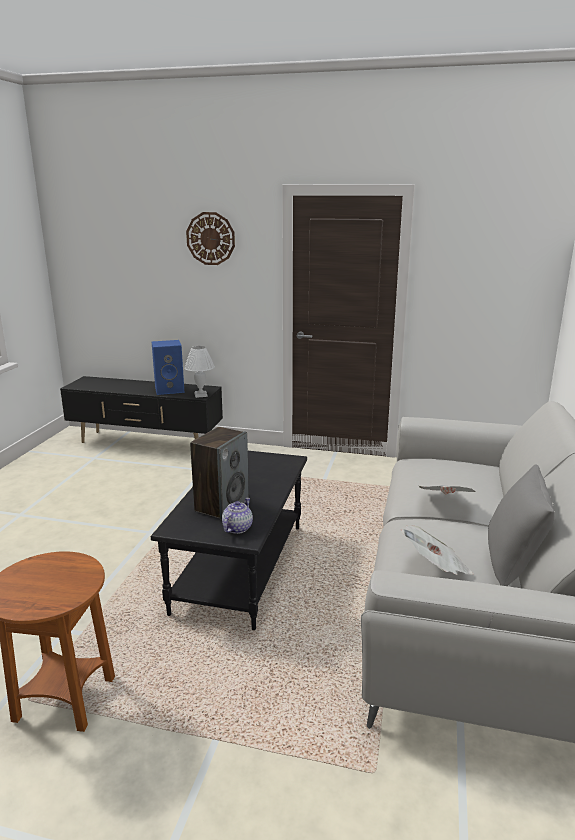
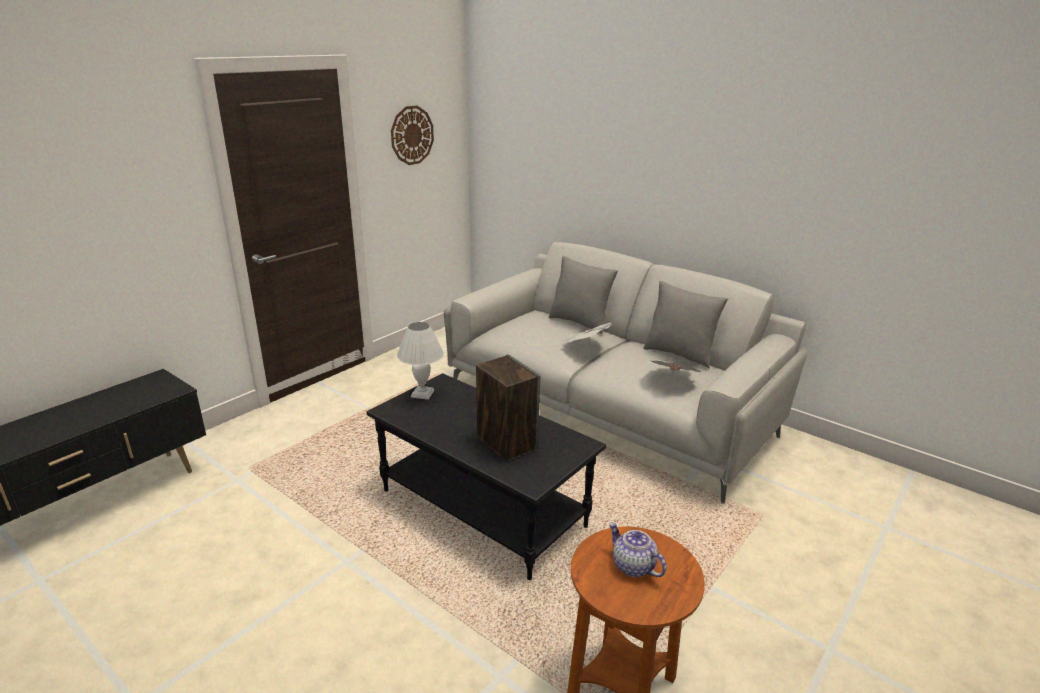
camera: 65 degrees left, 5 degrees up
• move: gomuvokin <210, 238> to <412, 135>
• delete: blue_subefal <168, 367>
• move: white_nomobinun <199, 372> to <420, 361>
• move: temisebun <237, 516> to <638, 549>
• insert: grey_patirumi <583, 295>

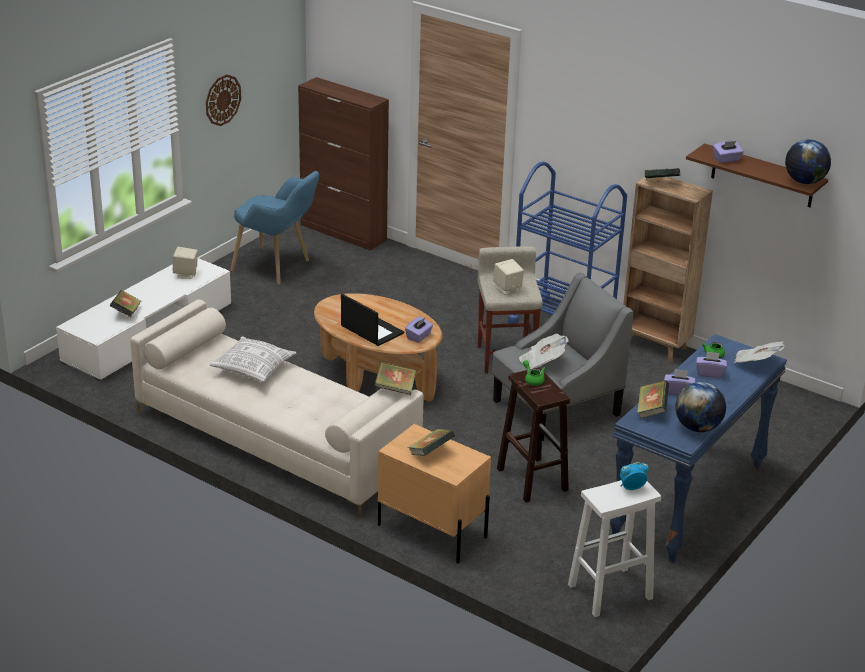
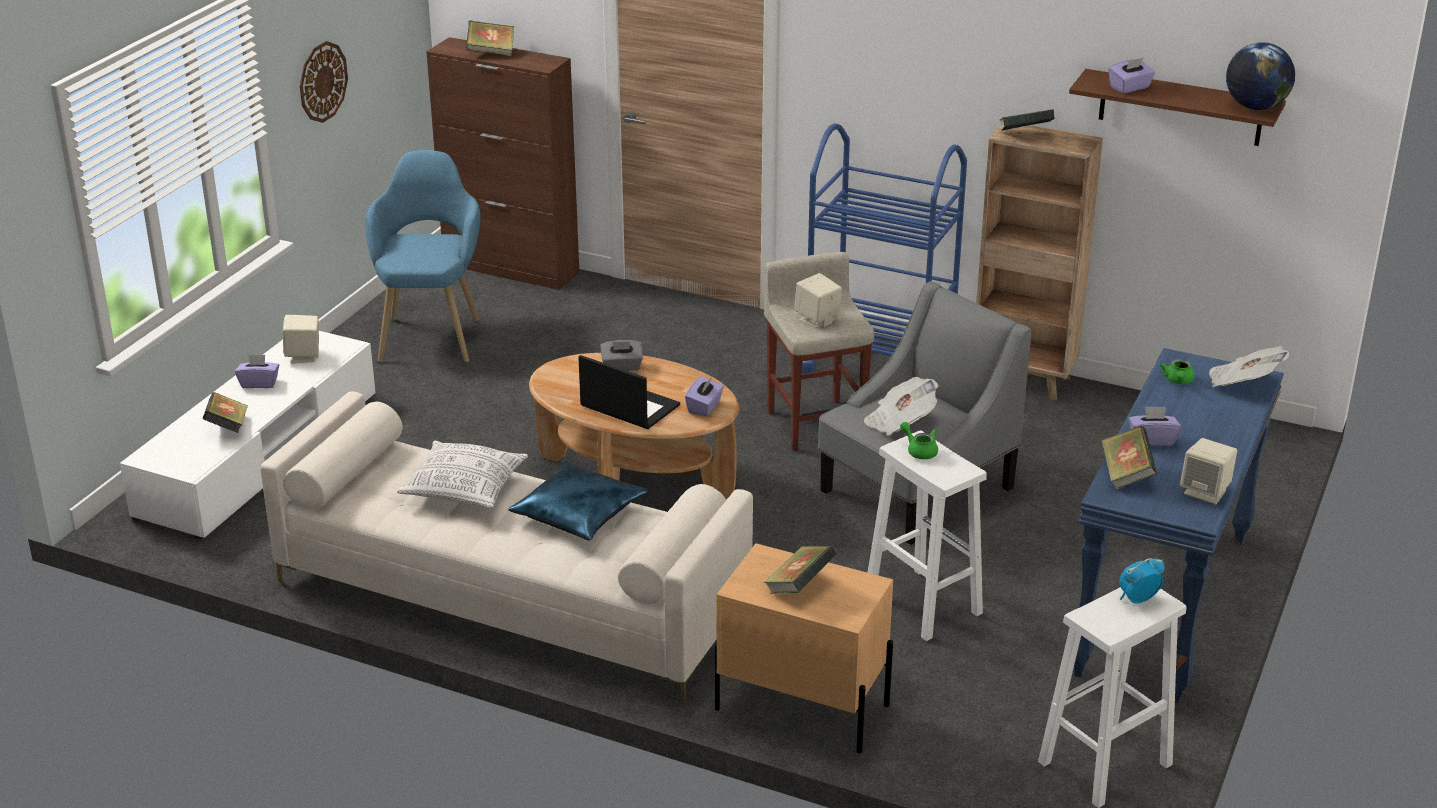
camera: 10 degrees left, 0 degrees up
• rotate: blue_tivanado <274, 228> = <423, 256> 105 degrees counterclockwise
• move: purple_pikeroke <711, 364> to <257, 371>
• move: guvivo <395, 378> to <490, 38>
• recolor: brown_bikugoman <533, 435> to white_bikugoman <927, 535>
• replace: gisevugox <700, 407> to beige_subefal <1208, 471>
• insert: grey_pikeroke <621, 355>
• insert: blue_patirumi <578, 500>

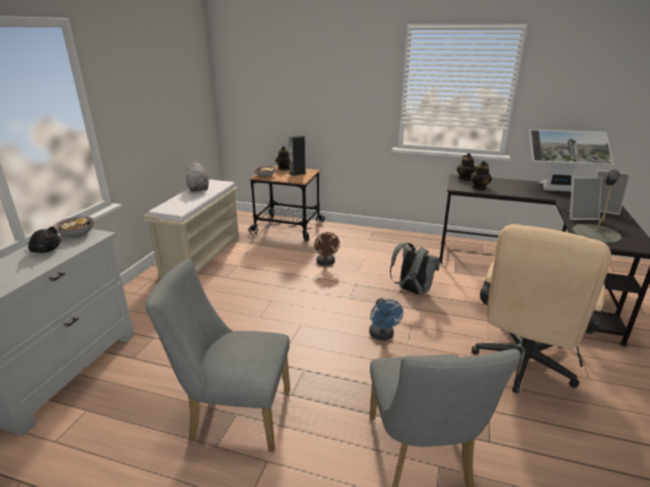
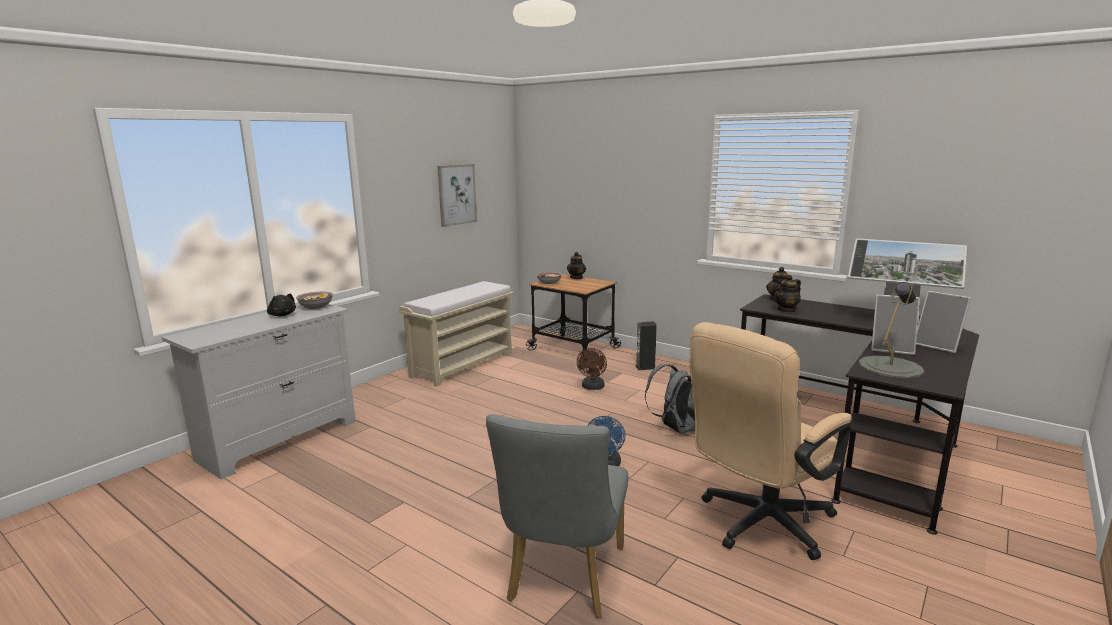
camera: 20 degrees right, 10 degrees down
• move: subefal <297, 155> to <646, 345>
• delete: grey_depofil <197, 176>
• delete: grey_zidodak <217, 355>
• insert: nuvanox <457, 195>

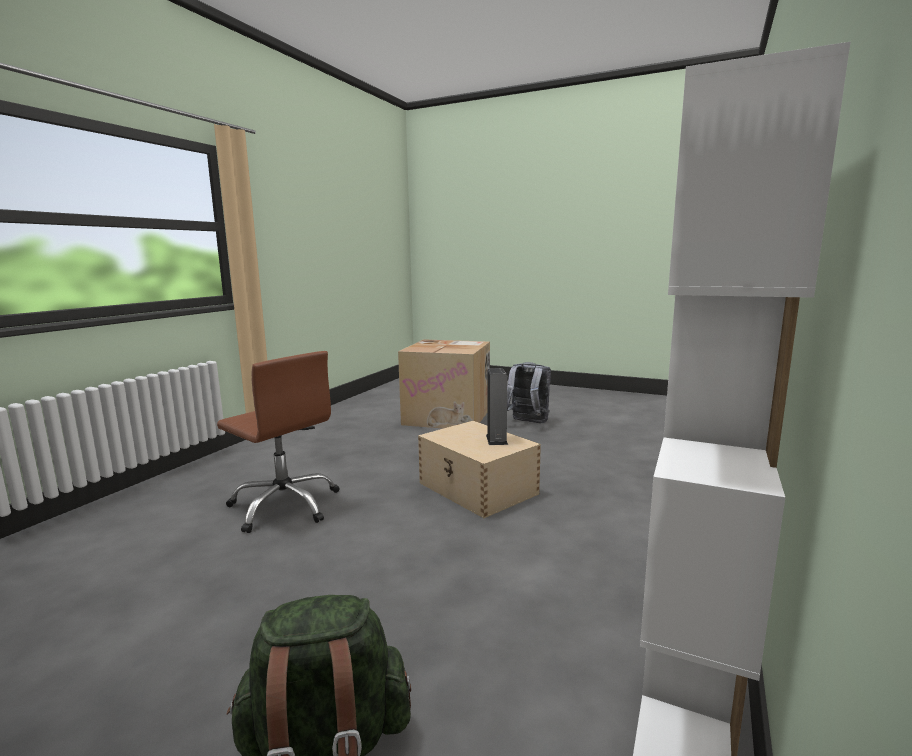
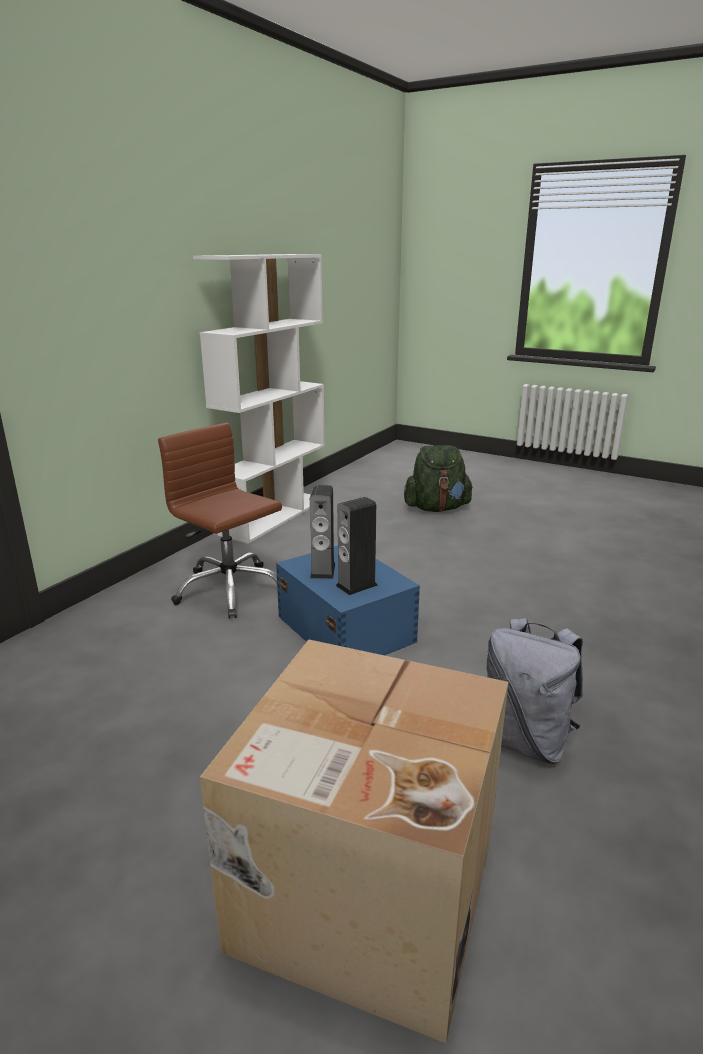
camera: 175 degrees left, 10 degrees up
• move: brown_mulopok <278, 442> to <220, 521>
• move: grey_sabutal <529, 392> to <535, 691>
• recolor: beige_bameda <479, 469> to blue_bameda <348, 600>
• insert: subefal <357, 546>

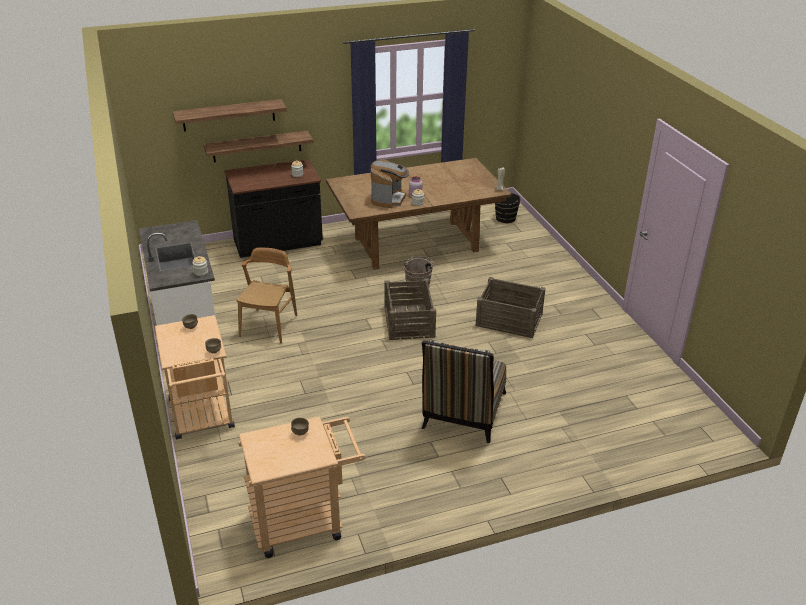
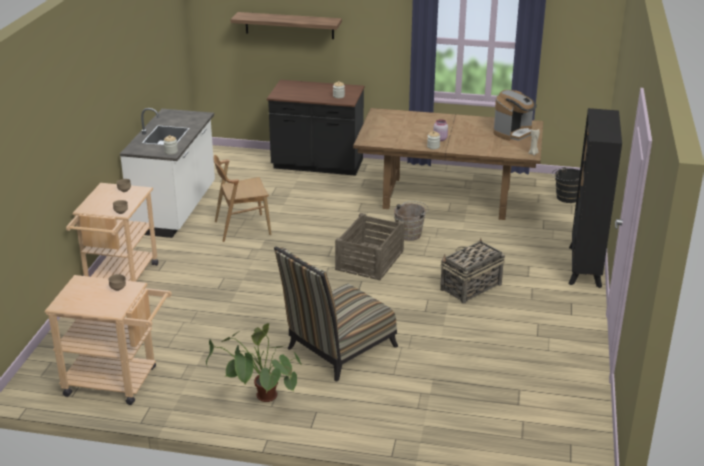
camera: 30 degrees right, 5 degrees down
• delete: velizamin <258, 146>
• move: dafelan <390, 183> to <515, 115>
• rotate: brown_zidodak <266, 295> = <242, 198> 150 degrees counterclockwise
• replace: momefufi <510, 307> to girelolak <472, 271>
• insert: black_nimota <595, 198>
• insert: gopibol <254, 362>

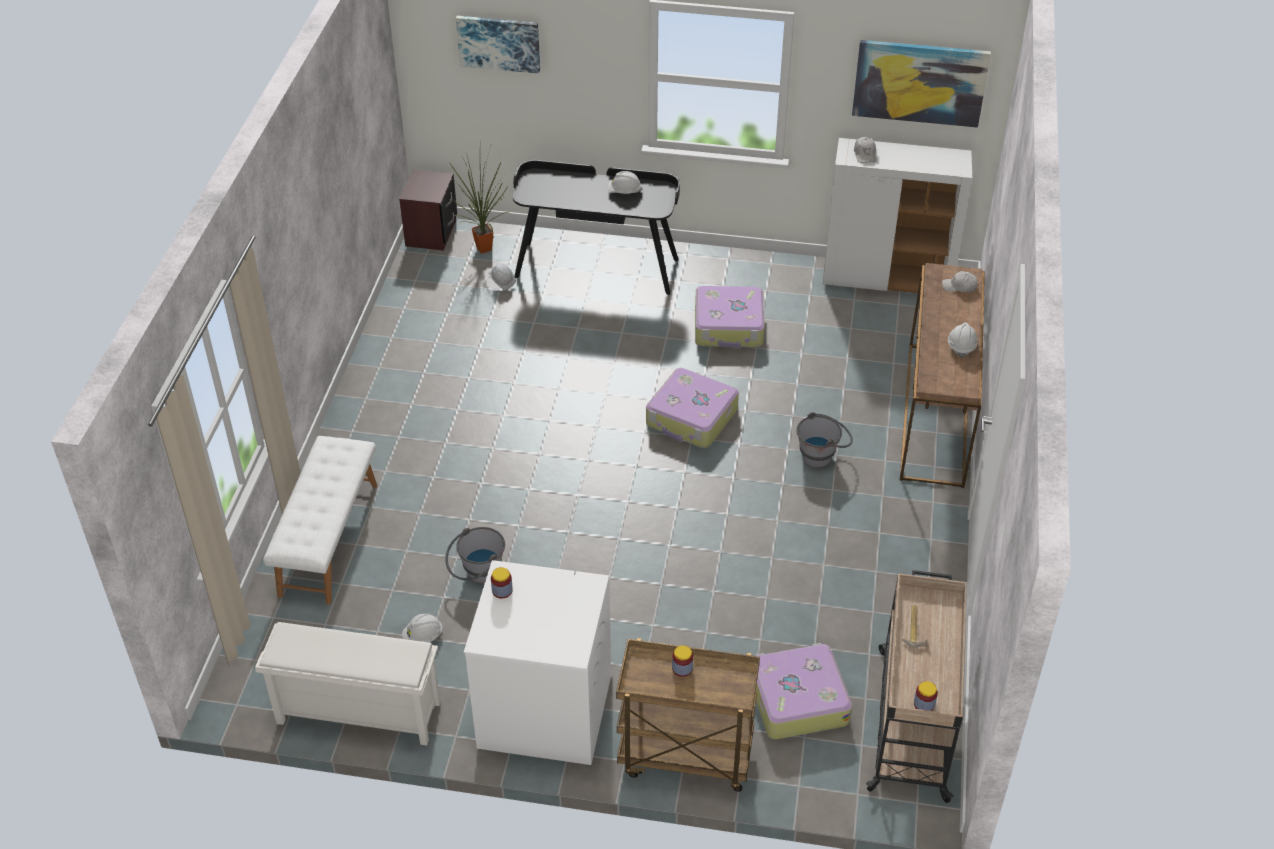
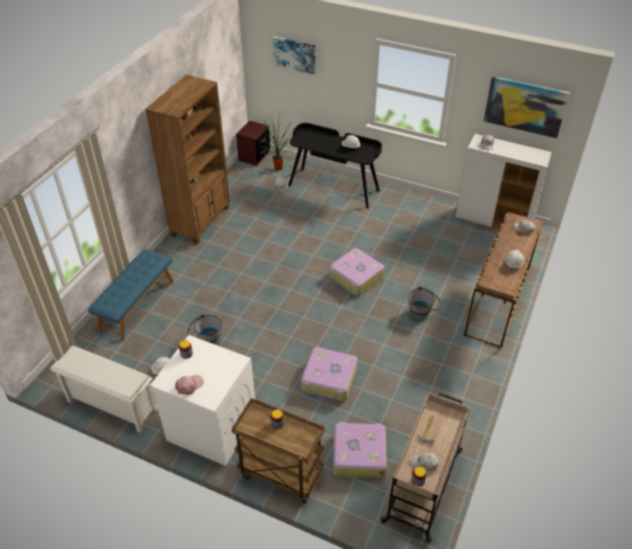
camera: 15 degrees right, 0 degrees up
• move: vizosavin <730, 317> to <329, 374>
• recolor: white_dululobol <320, 520> to blue_dululobol <131, 295>
• insert: brown_nimota <187, 160>
• insert: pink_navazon <189, 385>
• insert: white_navazon <425, 461>

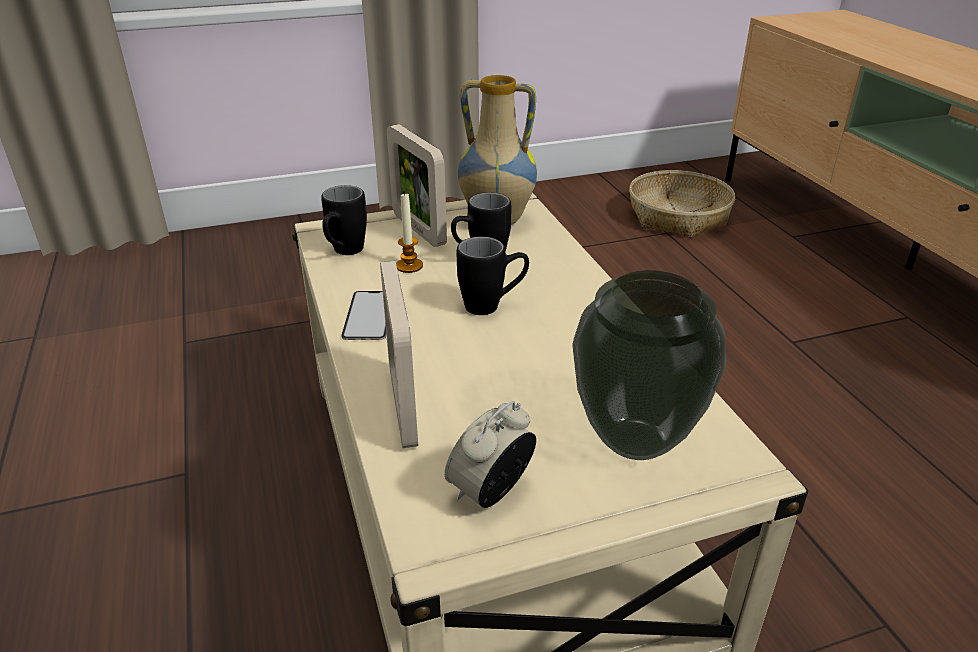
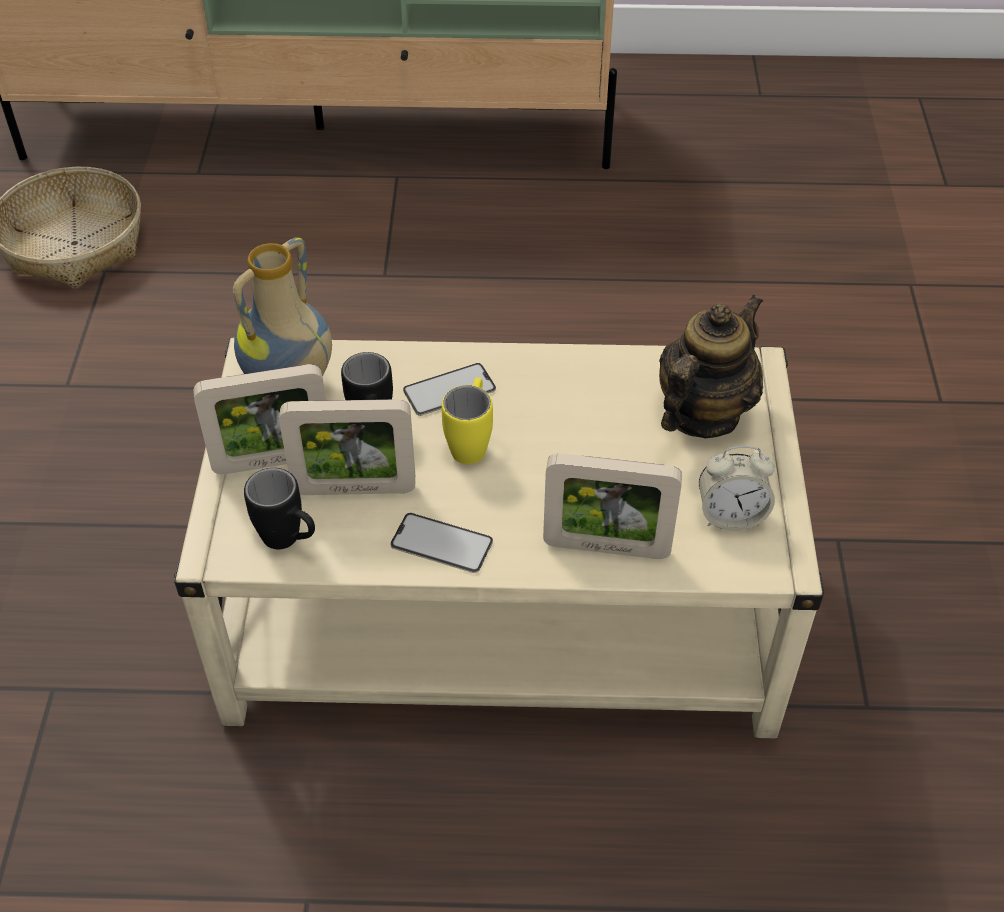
camera: 70 degrees left, 15 degrees up
• replace: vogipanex <409, 232> to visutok <347, 447>
• recolor: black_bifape <493, 275> to yellow_bifape <467, 420>
• replace: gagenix <649, 365> to temisebun <711, 366>
• rotate: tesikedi <490, 454> = <737, 488> 60 degrees counterclockwise
• insert: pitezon <449, 389>

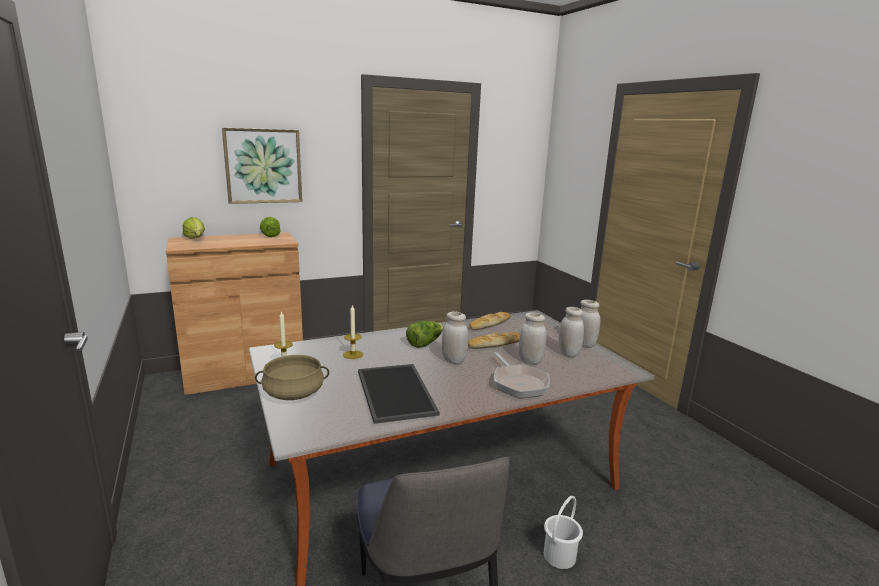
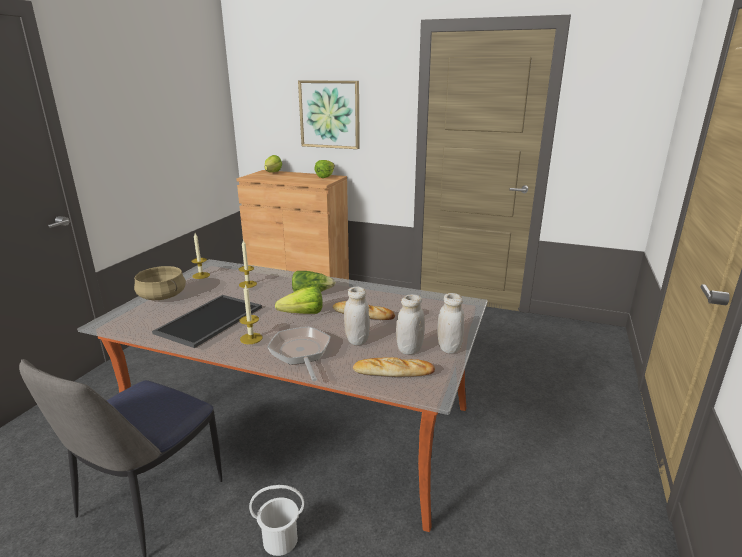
camera: 45 degrees right, 5 degrees up
• replace: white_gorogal <455, 337> to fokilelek <299, 300>
• move: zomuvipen <489, 321> to <394, 367>
• rotate: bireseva <522, 375> = <299, 354> 135 degrees clockwise
• insert: vogipanex <251, 314>

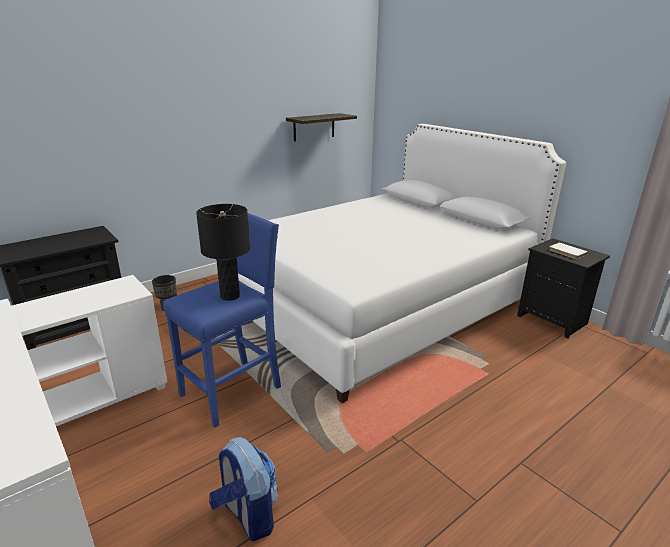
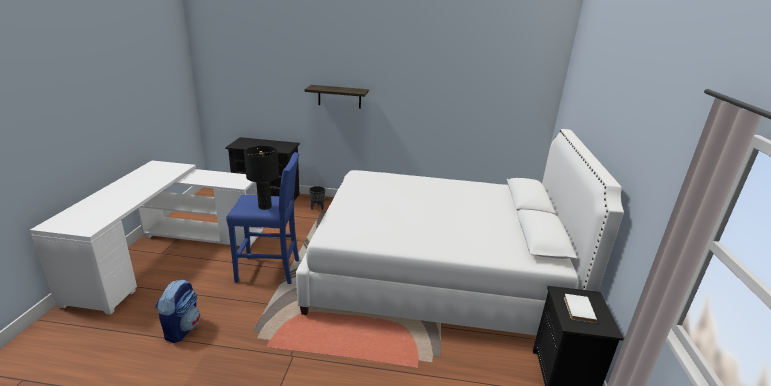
camera: 45 degrees right, 0 degrees up
• move: velizamin <321, 127> to <336, 97>

